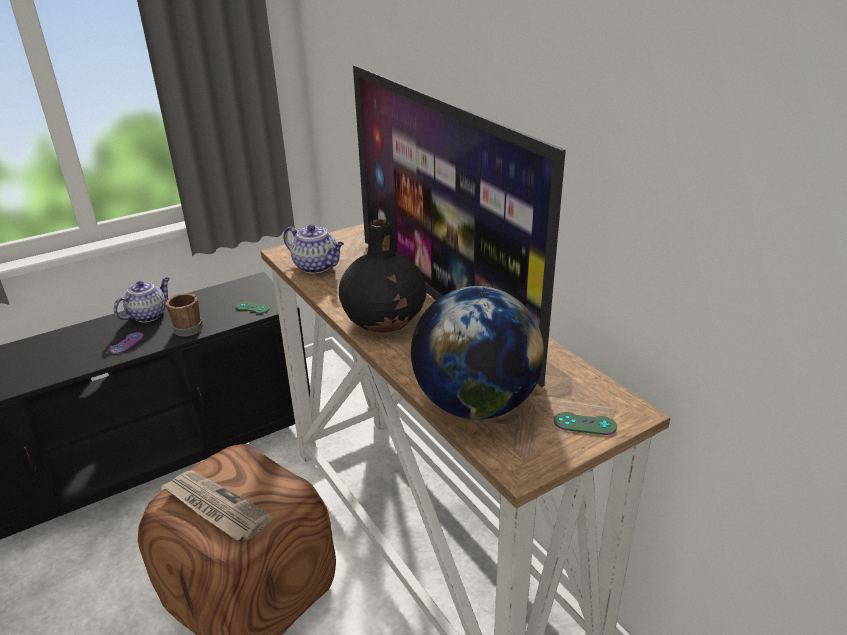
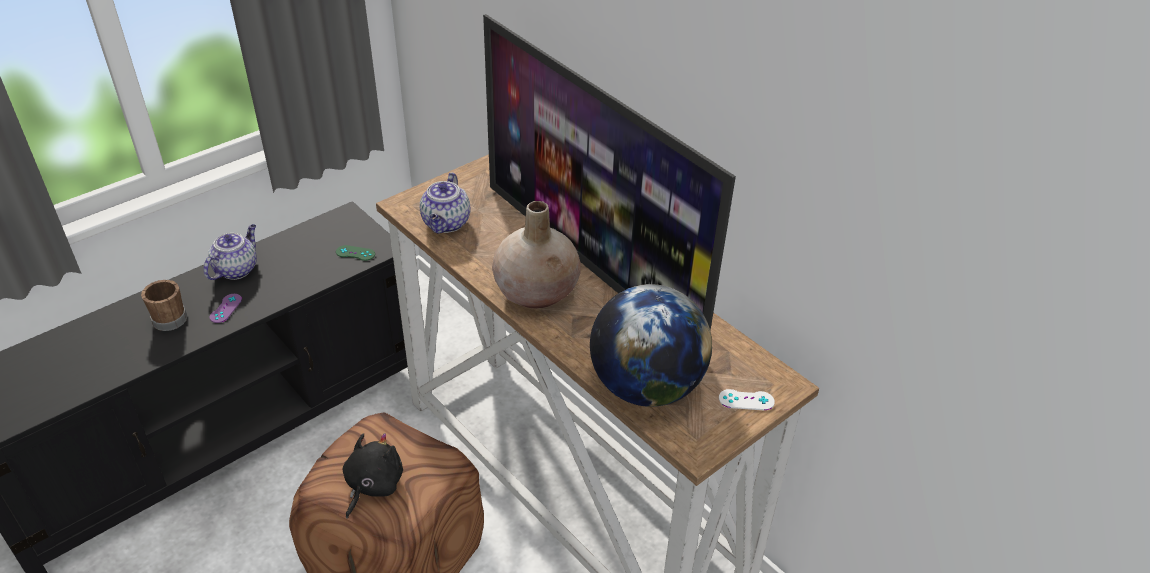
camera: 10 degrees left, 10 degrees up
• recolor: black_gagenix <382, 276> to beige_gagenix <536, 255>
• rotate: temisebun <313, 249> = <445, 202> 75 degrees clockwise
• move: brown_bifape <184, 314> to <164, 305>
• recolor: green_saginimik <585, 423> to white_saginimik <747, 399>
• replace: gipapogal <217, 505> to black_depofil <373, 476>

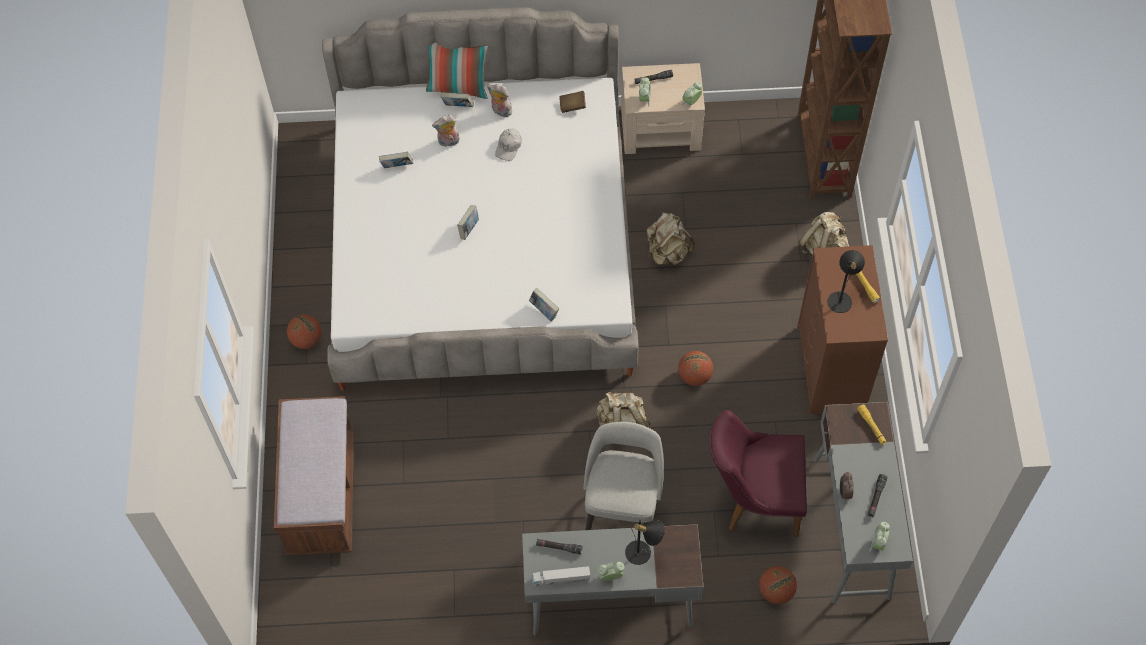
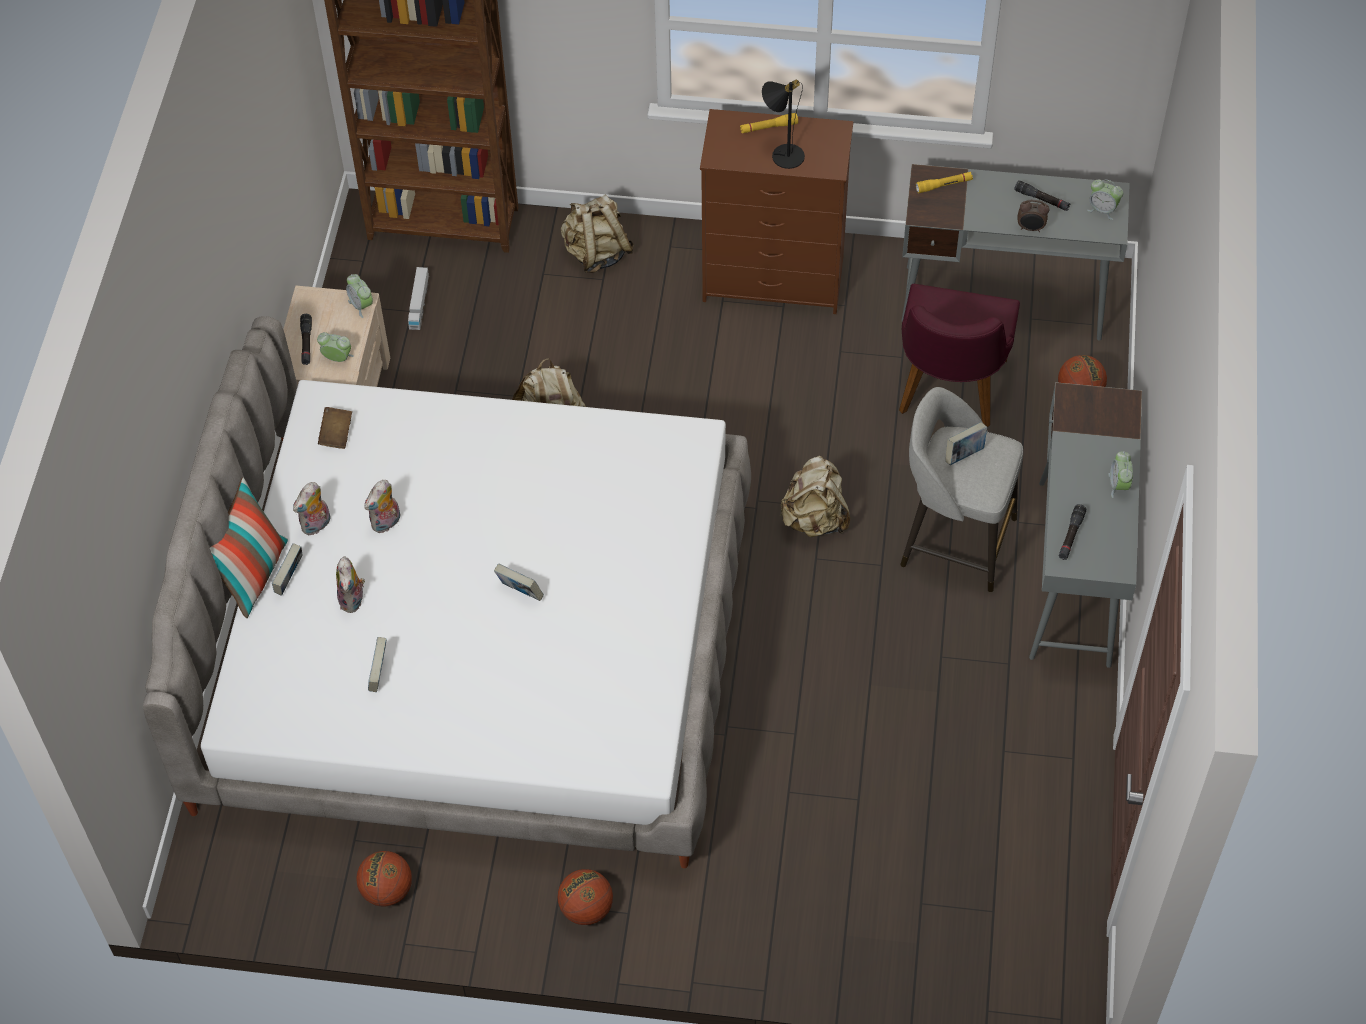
camera: 80 degrees left, 5 degrees down
• replace: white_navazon <508, 144> to depofil <382, 506>
• move: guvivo <544, 304> to <966, 443>
• move: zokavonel <695, 368> to <384, 878>
• delete: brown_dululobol <314, 475>
• delete: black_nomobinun <645, 542>
• move: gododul <561, 576> to <418, 298>

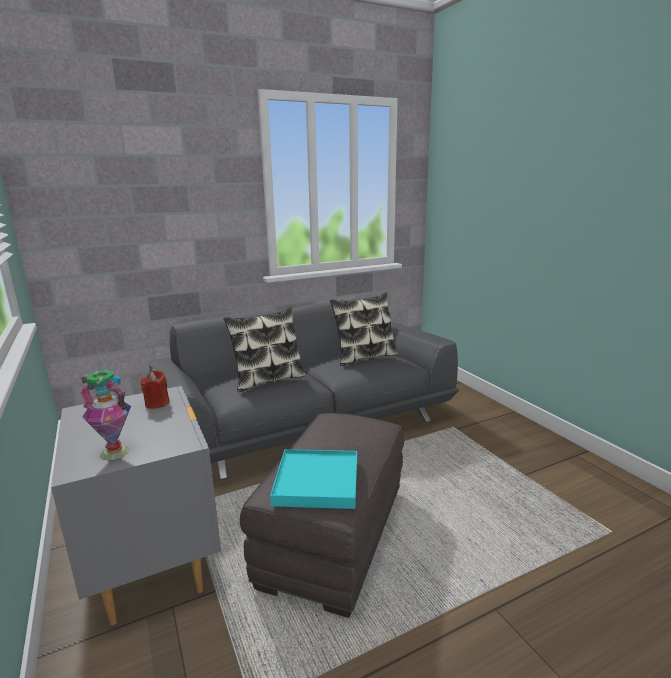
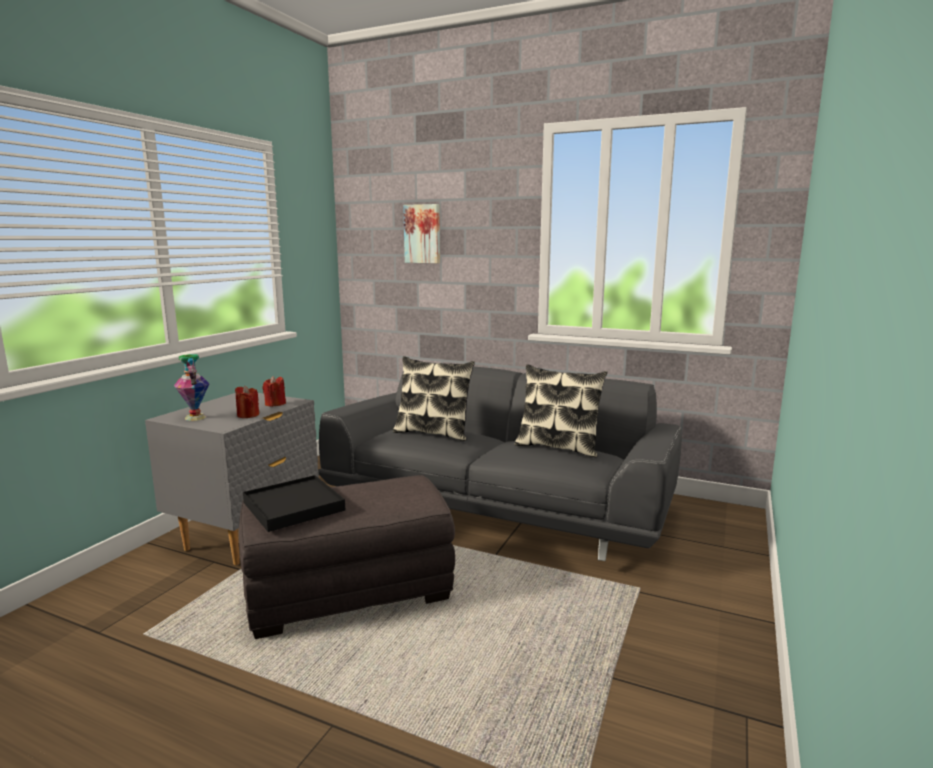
camera: 50 degrees right, 5 degrees down
• recolor: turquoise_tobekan <313, 479> to black_tobekan <294, 503>
• insert: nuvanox <421, 233>
• insert: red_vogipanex <247, 402>

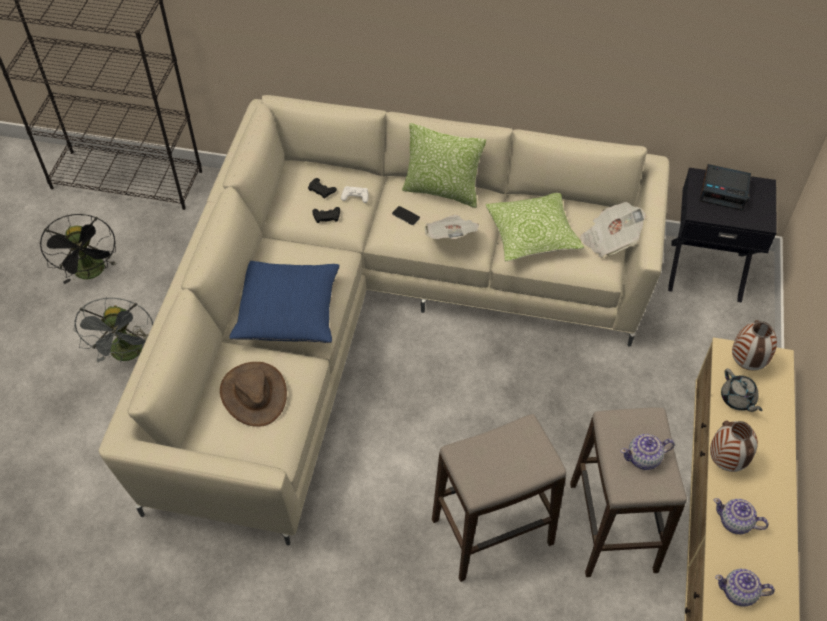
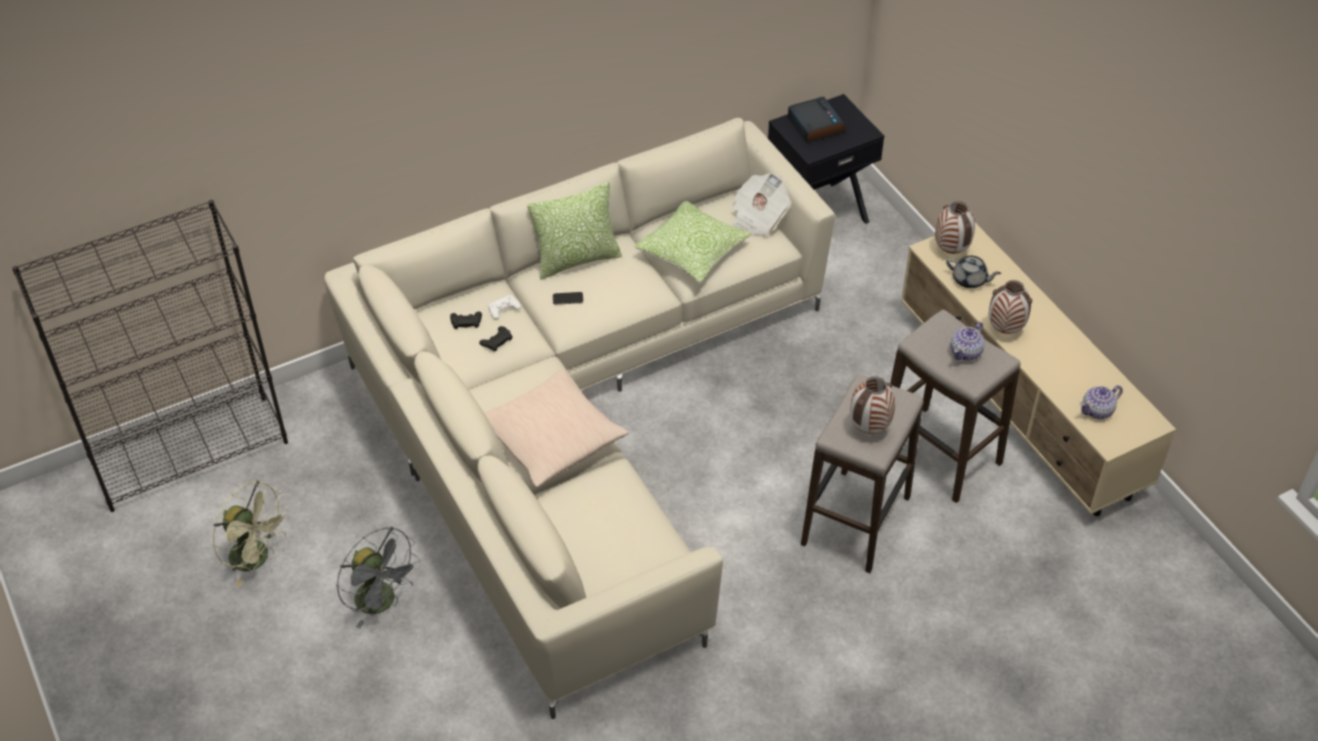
camera: 40 degrees left, 5 degrees down
• rotate: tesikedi <725, 187> = <816, 119> 90 degrees counterclockwise
• recolor: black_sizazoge <78, 249> to green_sizazoge <251, 533>
• delete: gipapogal <452, 226>
• recolor: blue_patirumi <284, 302> to beige_patirumi <556, 428>
• delete: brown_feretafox <253, 394>
• delete: temisebun <741, 516>
• insert: gagenix <872, 405>

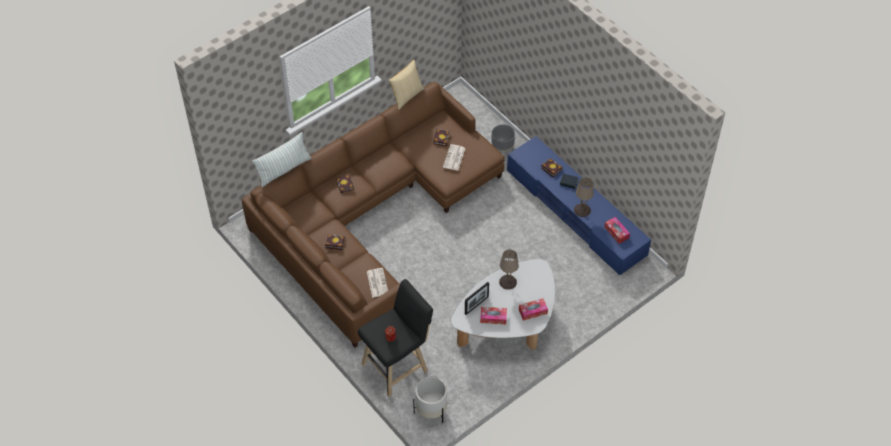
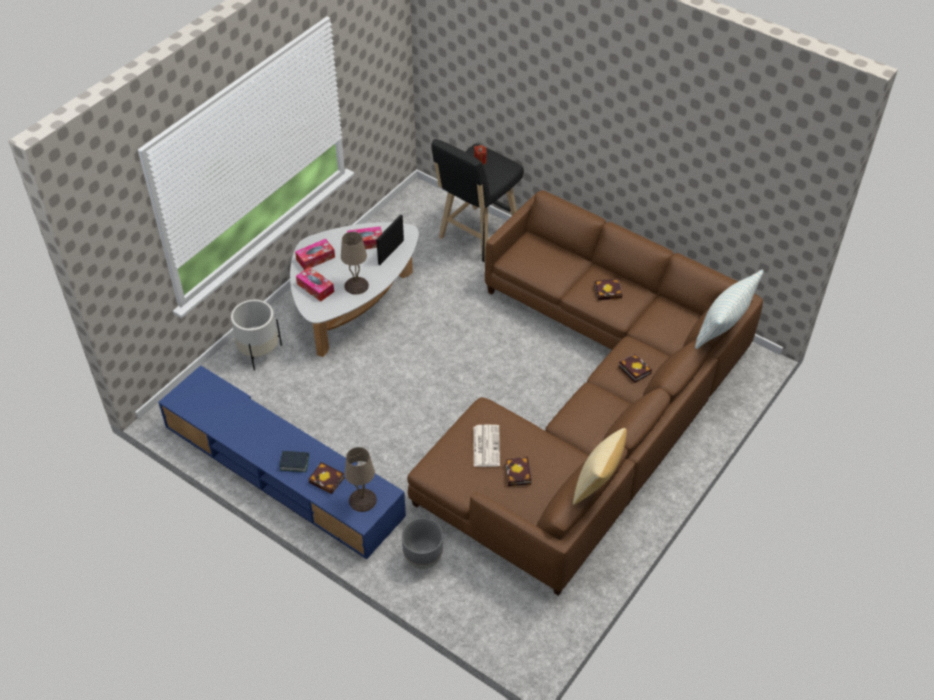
camera: 165 degrees right, 5 degrees down
• move: beige_nomobinun <584, 197> to <361, 479>
• move: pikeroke <617, 230> to <315, 284>
• delete: gipapogal <377, 283>
• move: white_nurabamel <430, 399> to <256, 335>

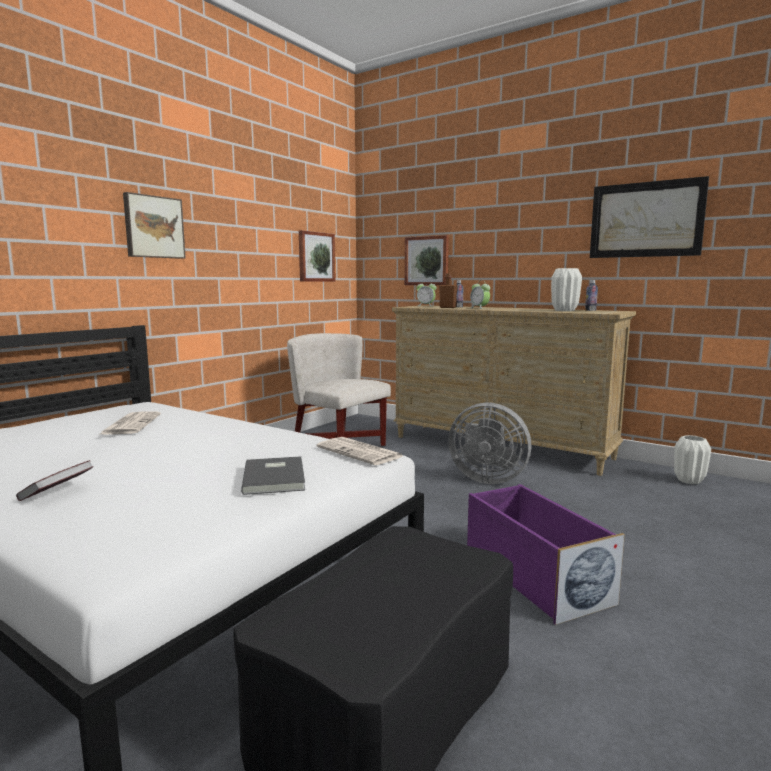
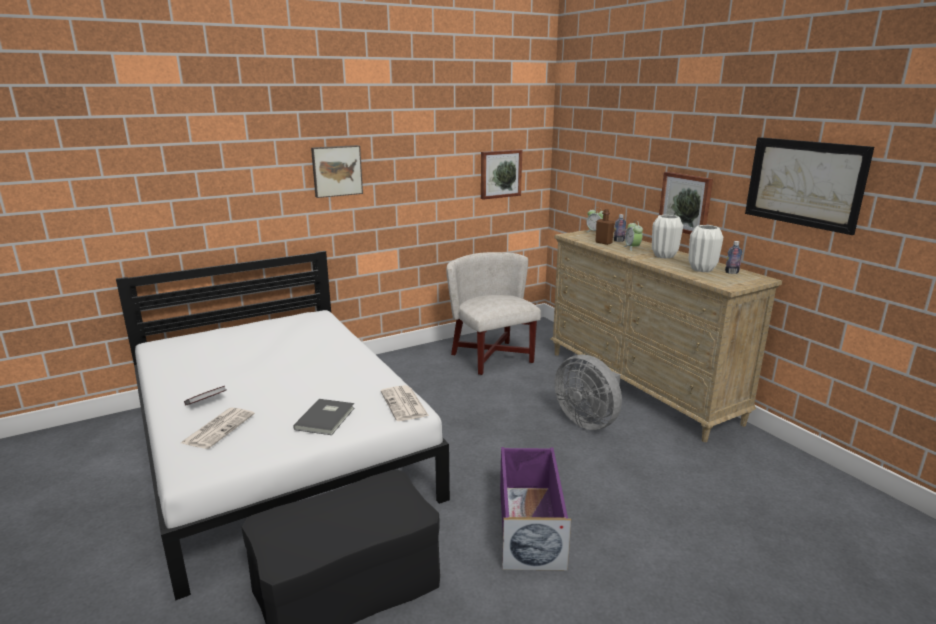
camera: 25 degrees right, 10 degrees up
• move: nuvanox <427, 260> to <686, 203>
• move: gipapogal <130, 423> to <218, 428>
• move: white_gagenix <692, 459> to <667, 237>

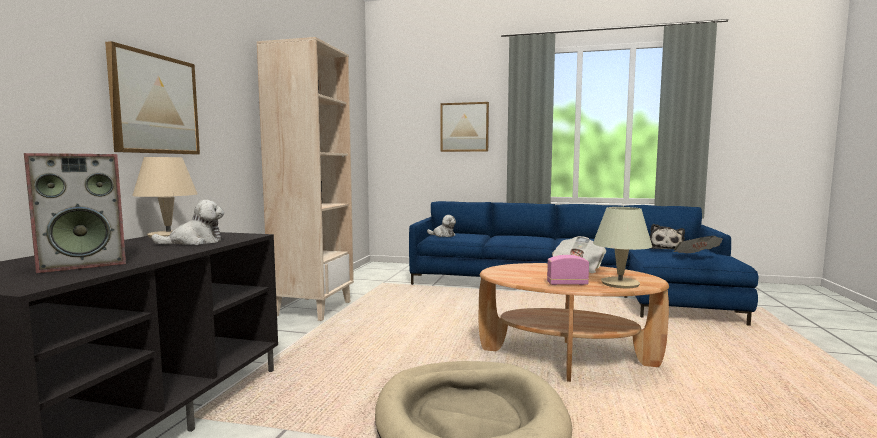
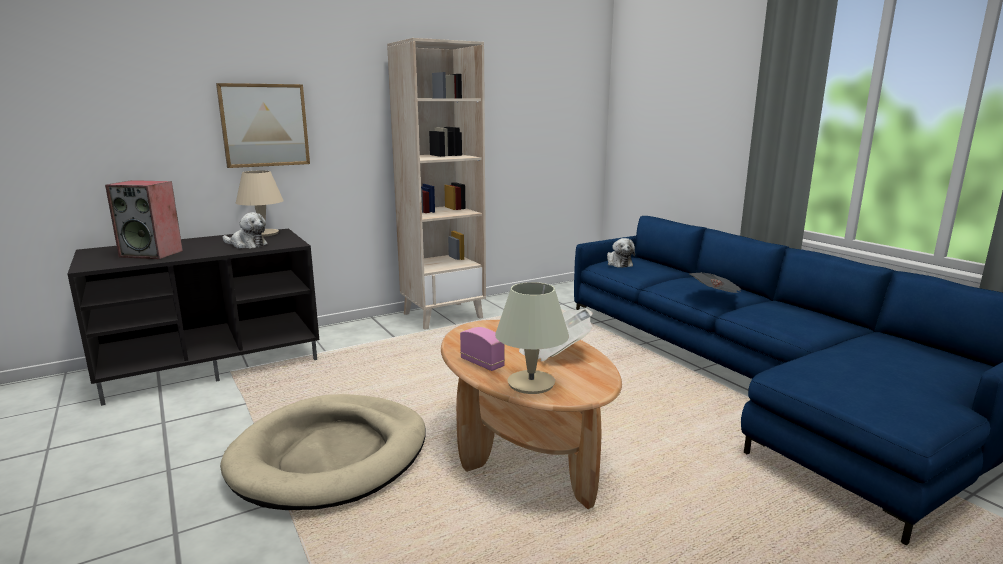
camera: 45 degrees right, 10 degrees up
• delete: nuvanox <464, 127>
• delete: depofil <667, 236>
• move: gipapogal <698, 244> to <715, 283>

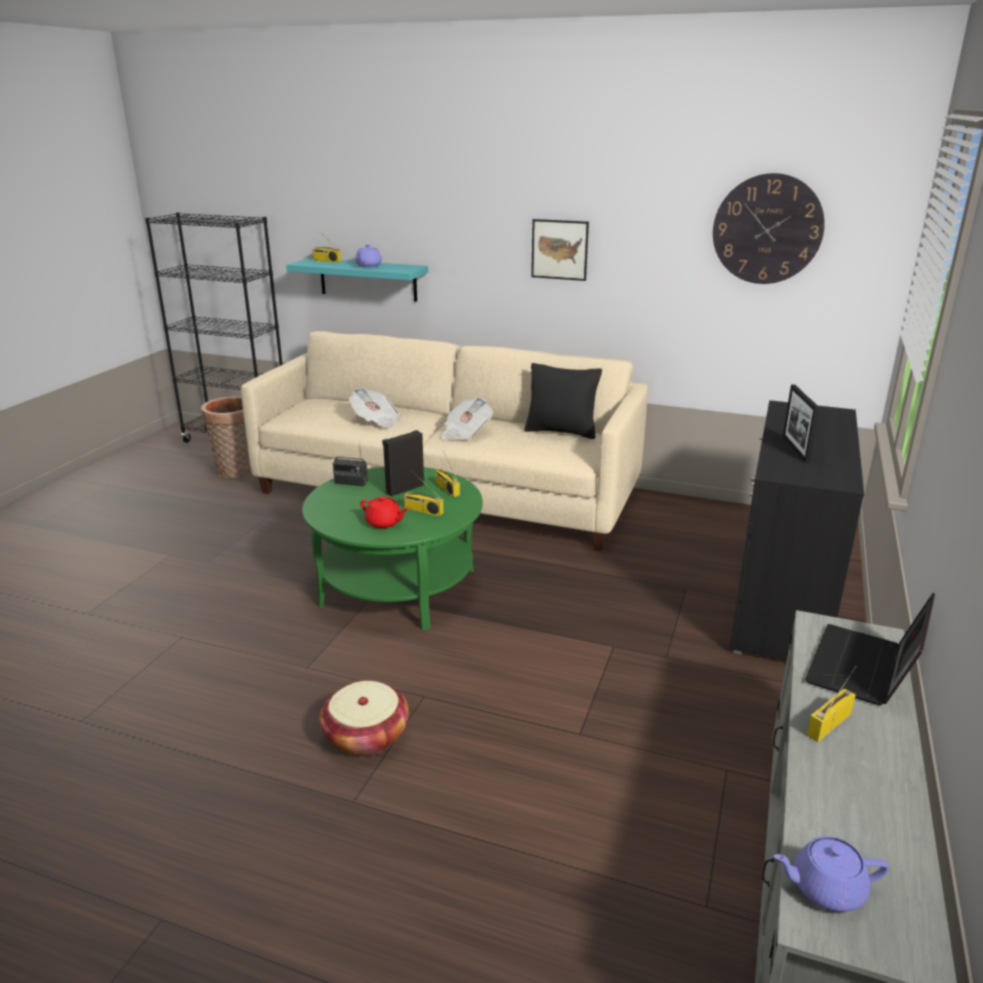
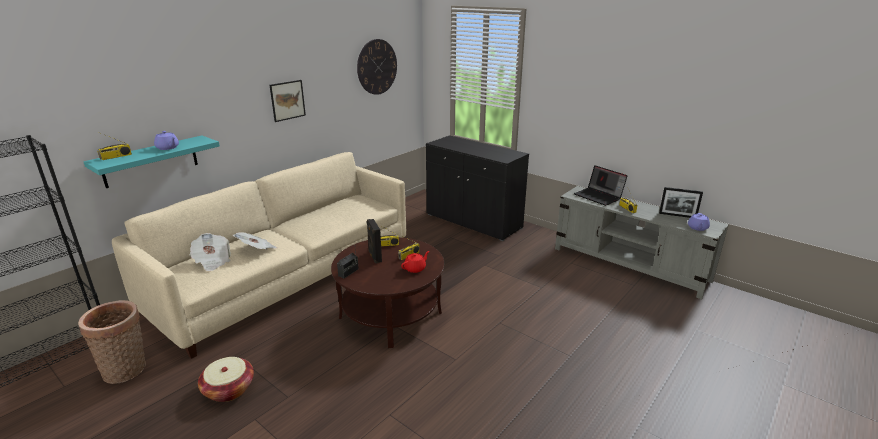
camera: 70 degrees left, 0 degrees up
• delete: black_patirumi <563, 401>
• move: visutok <801, 424> to <681, 202>
• move: gipapogal <467, 419> to <210, 252>
• recolor: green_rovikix <392, 549> to brown_rovikix <387, 292>
• move: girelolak <364, 718> to <226, 379>

